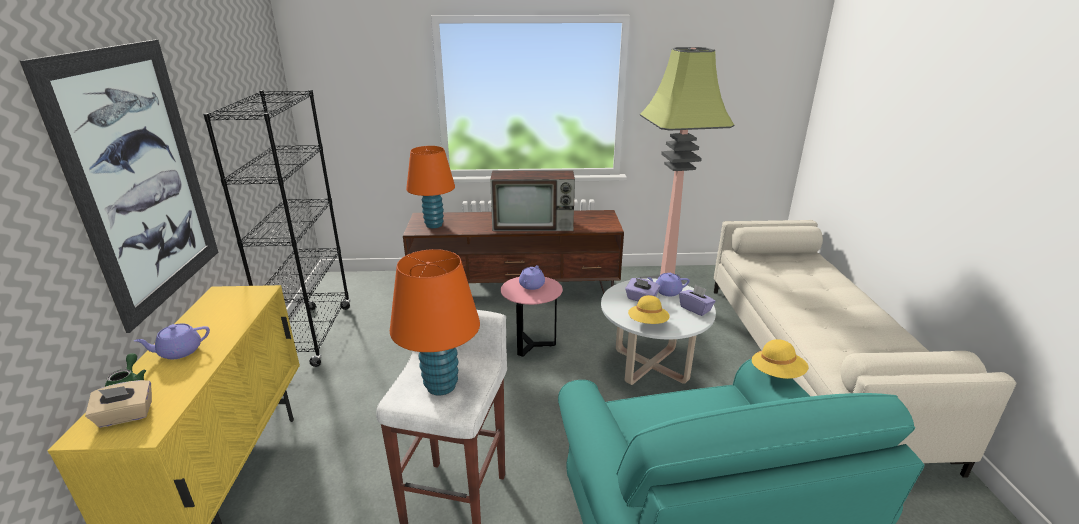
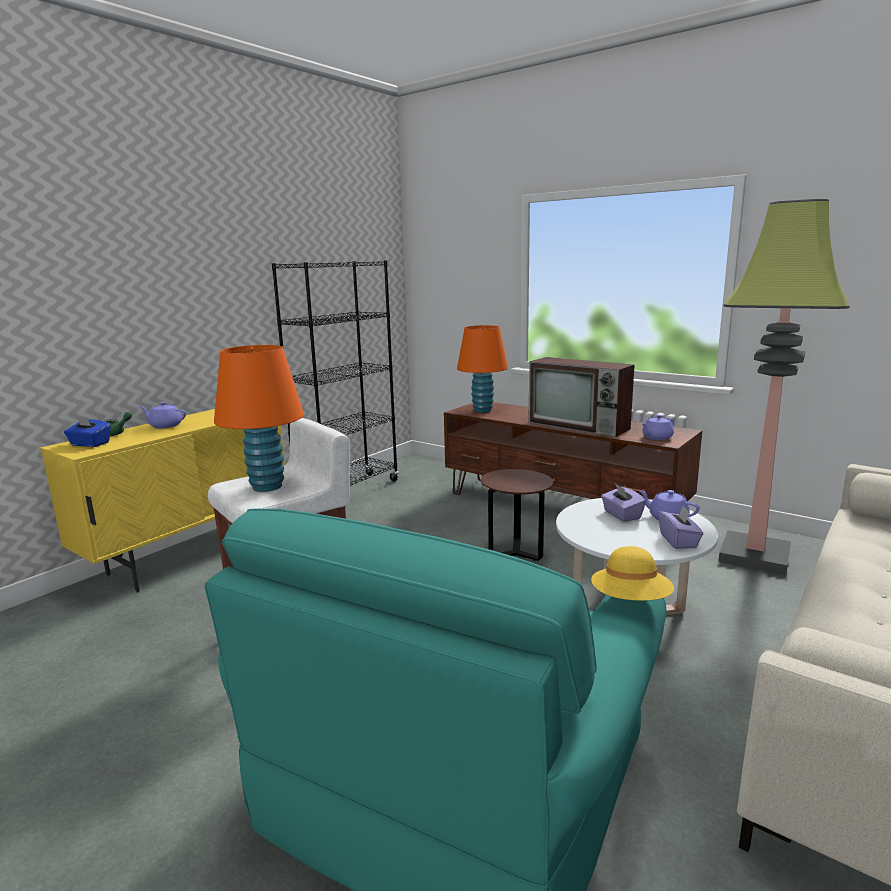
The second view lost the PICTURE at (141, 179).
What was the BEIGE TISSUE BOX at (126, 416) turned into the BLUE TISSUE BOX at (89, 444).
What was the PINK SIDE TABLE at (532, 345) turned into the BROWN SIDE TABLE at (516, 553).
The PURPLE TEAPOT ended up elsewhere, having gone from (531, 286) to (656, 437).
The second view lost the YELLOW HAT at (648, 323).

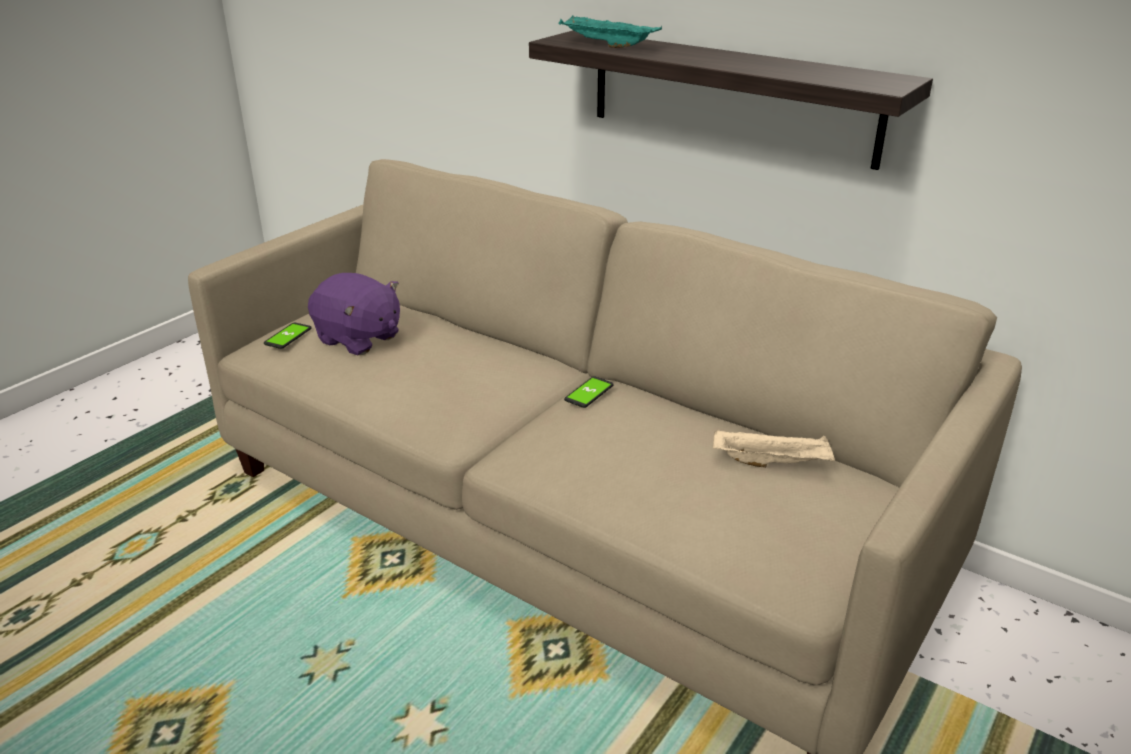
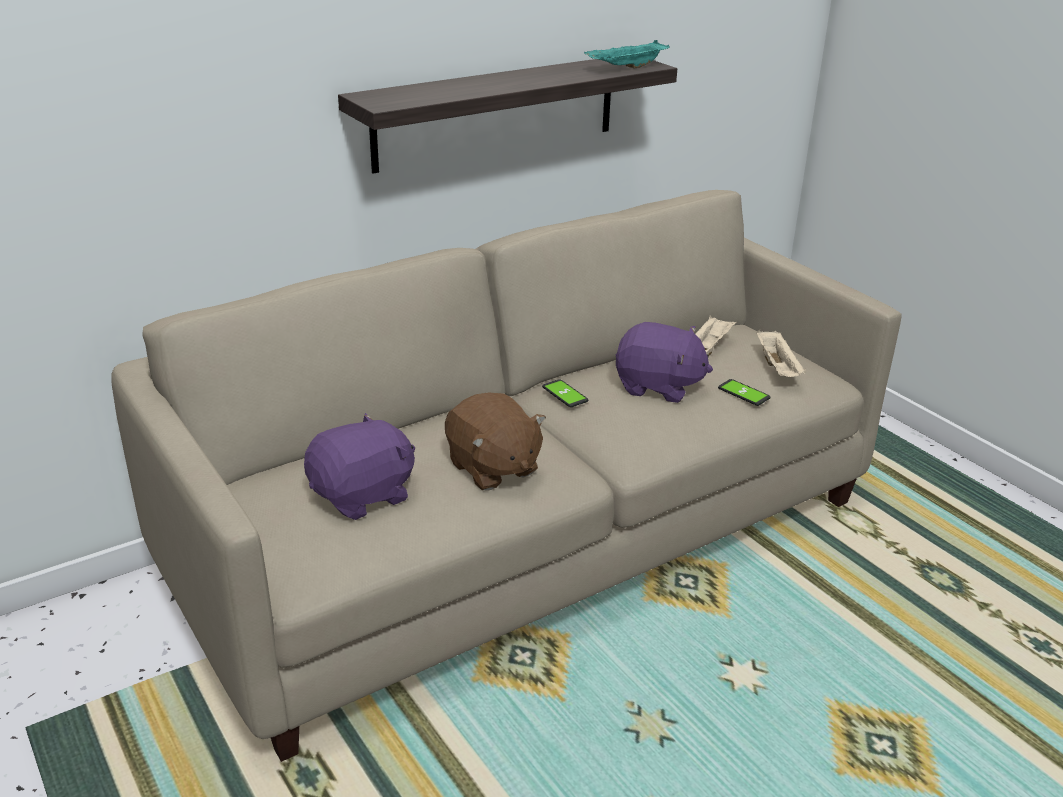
The PHONE ended up elsewhere, having gone from (288, 336) to (744, 393).
The TURQUOISE TRAY ended up elsewhere, having gone from (606, 45) to (626, 68).
The second view gained the BROWN PLUSH TOY at (492, 468).
The second view gained the PURPLE PLUSH TOY at (658, 387).
The second view gained the BEIGE TRAY at (778, 368).

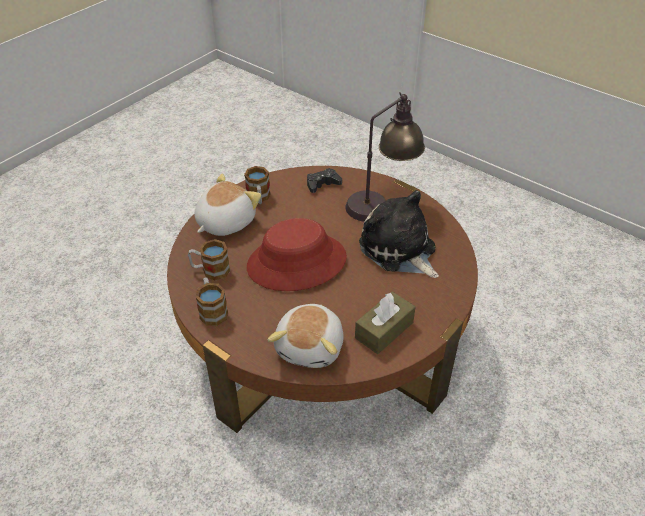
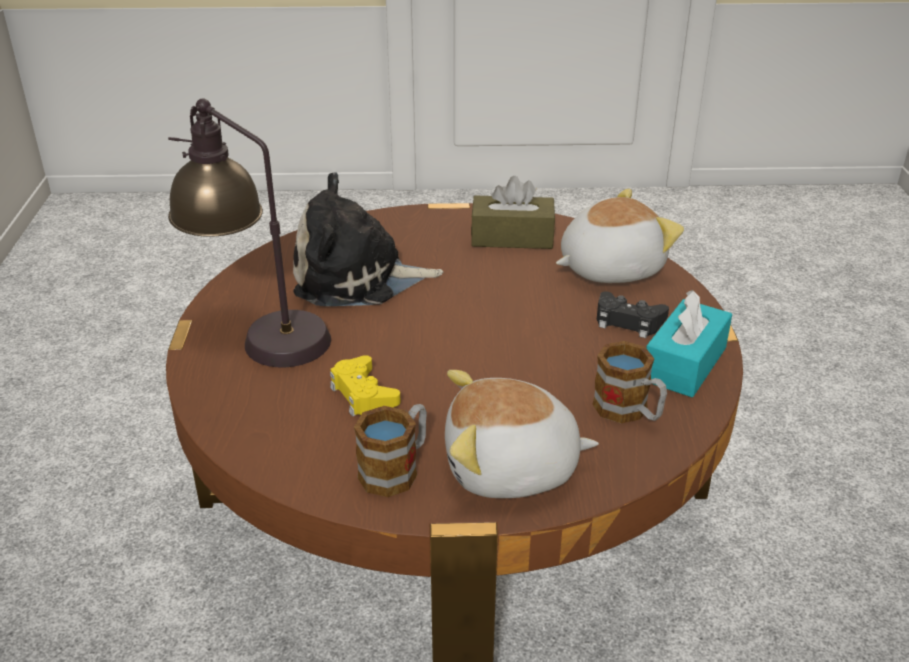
Where the MUG stood at (212, 310), the TURQUOISE TISSUE BOX came to stand at (684, 364).
The second view lost the RED HAT at (296, 263).
The BLACK GAME CONTROLLER ended up elsewhere, having gone from (322, 184) to (628, 321).
The PLUSH TOY at (399, 250) ended up facing another way, 75 degrees clockwise from before.
The second view gained the YELLOW GAME CONTROLLER at (363, 394).

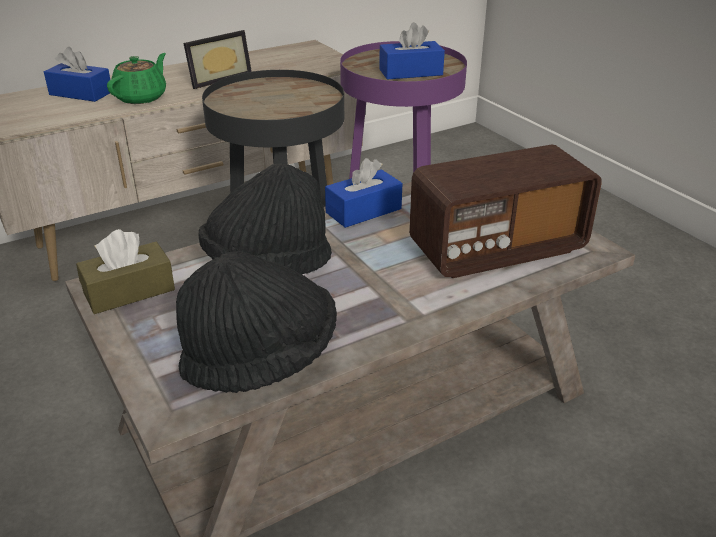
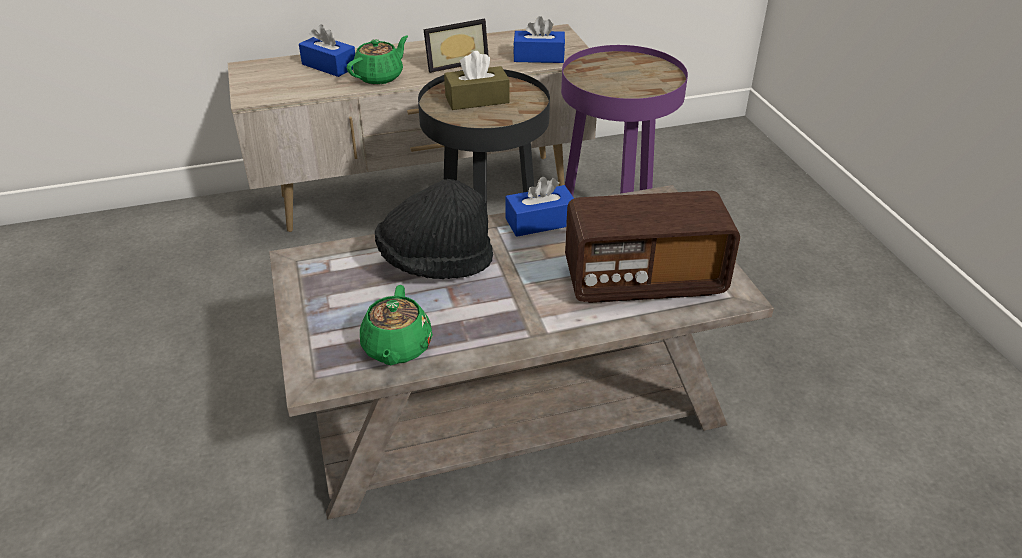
The BROWN TISSUE BOX ended up elsewhere, having gone from (129, 291) to (477, 99).
Where the BLACK HAT stood at (260, 359), the GREEN TEAPOT came to stand at (397, 348).
The BLUE TISSUE BOX ended up elsewhere, having gone from (410, 72) to (539, 57).

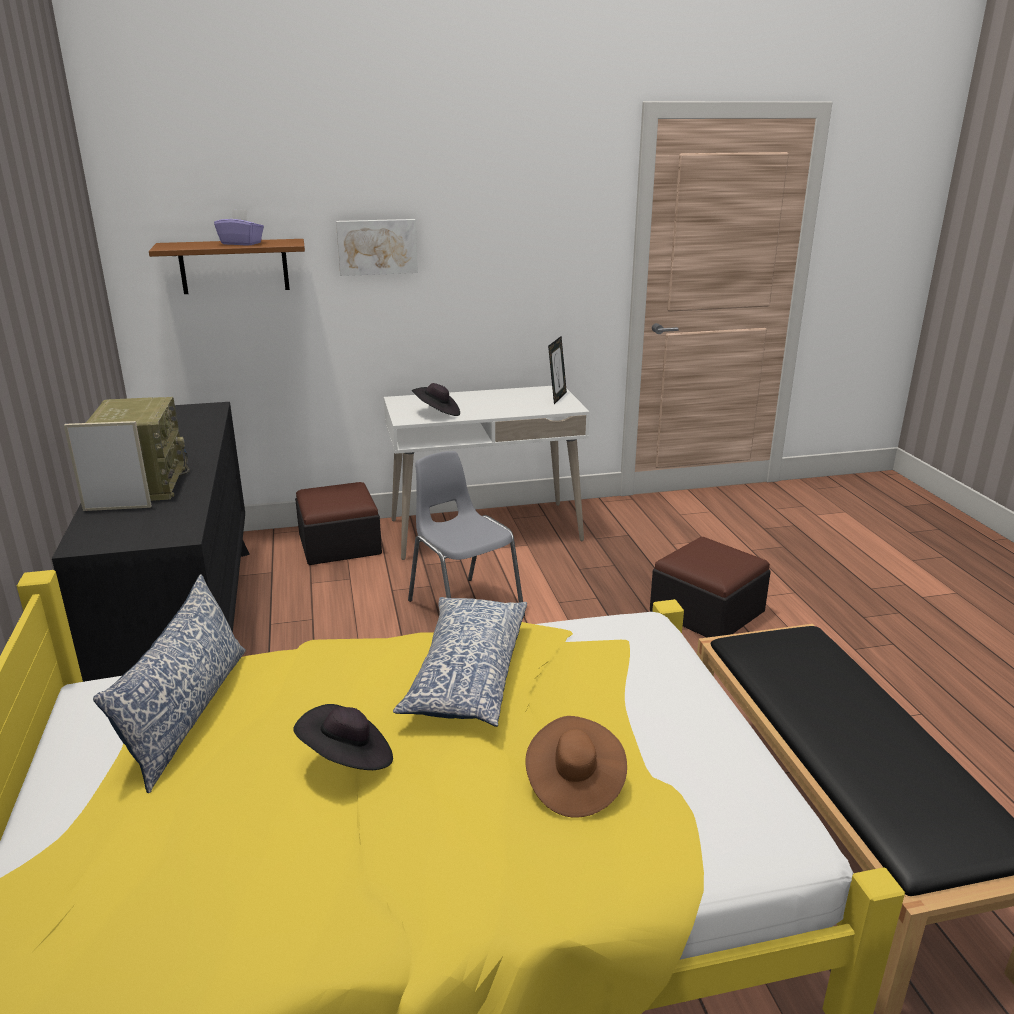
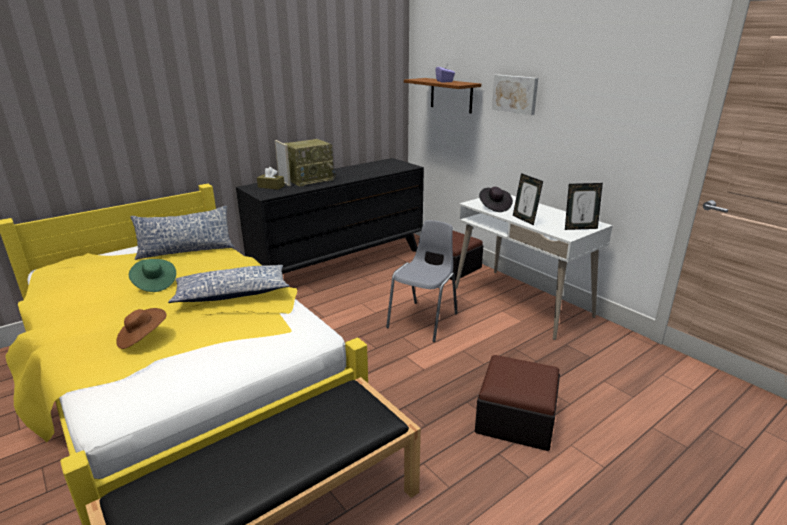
What was the BLACK HAT at (348, 758) turned into the GREEN HAT at (154, 284).
The second view gained the BROWN TISSUE BOX at (271, 186).
The second view gained the PICTURE FRAME at (525, 220).

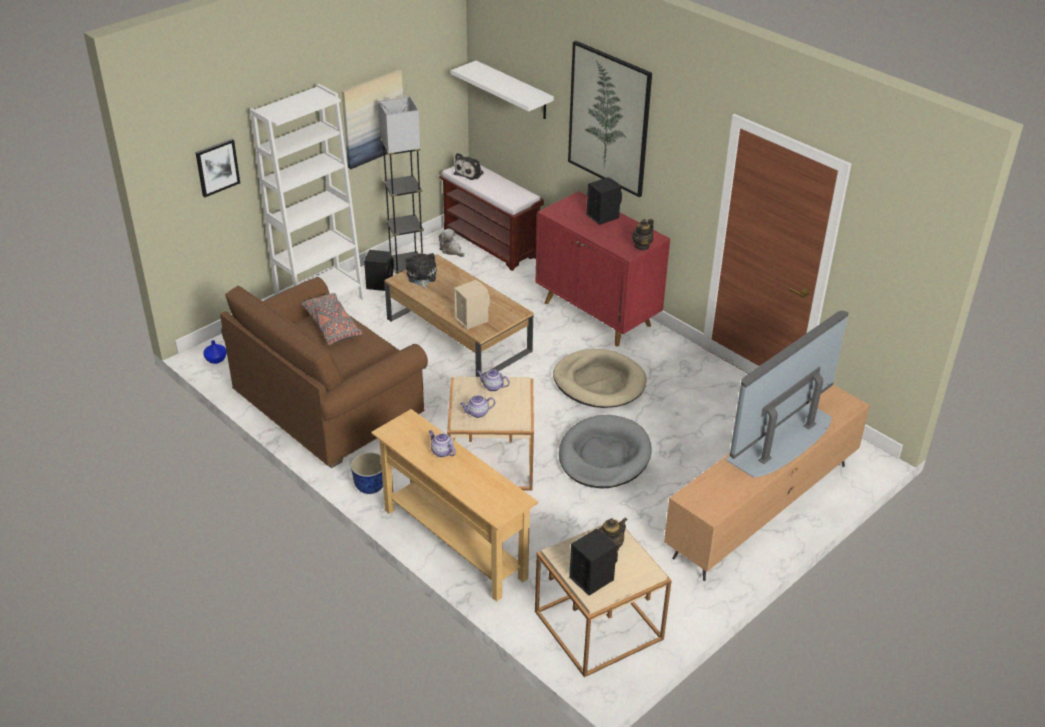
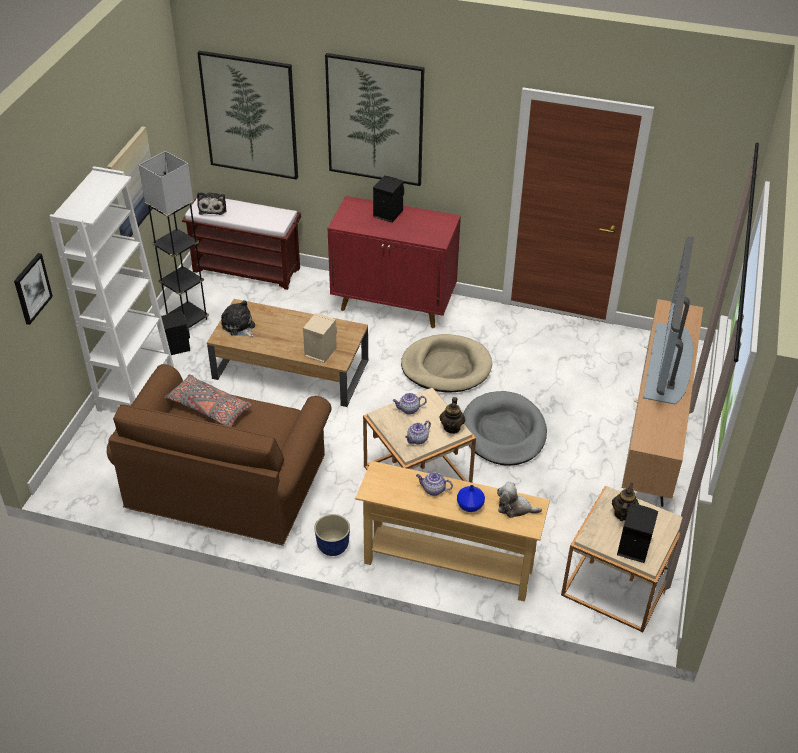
The BLUE VASE ended up elsewhere, having gone from (215, 360) to (469, 506).
The PLUSH TOY ended up elsewhere, having gone from (451, 250) to (515, 508).
Where the WHITE SHELF hung at (513, 90), the PICTURE came to hang at (250, 115).
The TEAPOT ended up elsewhere, having gone from (642, 246) to (452, 427).

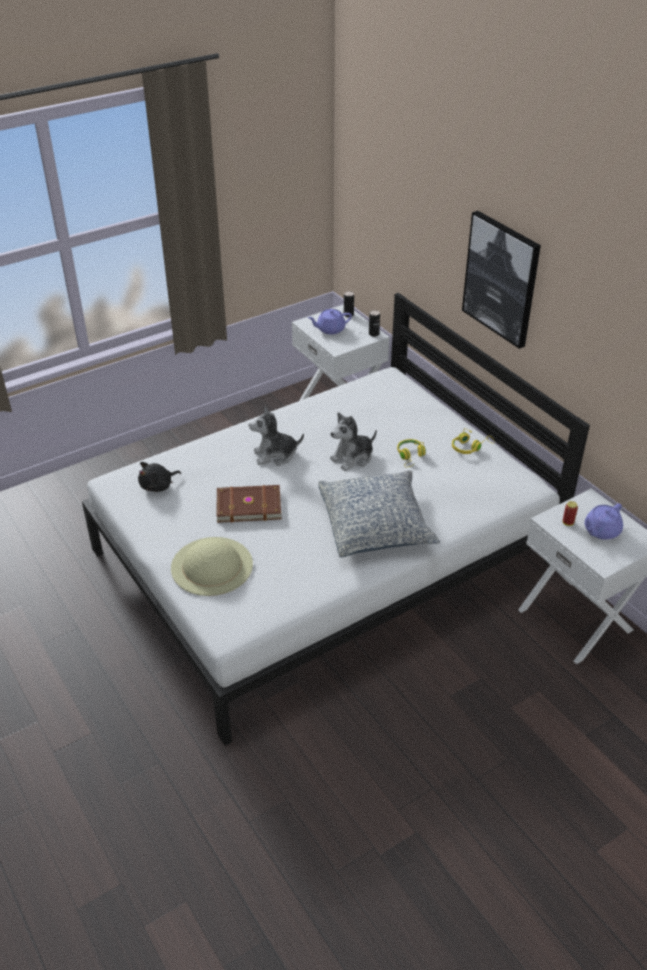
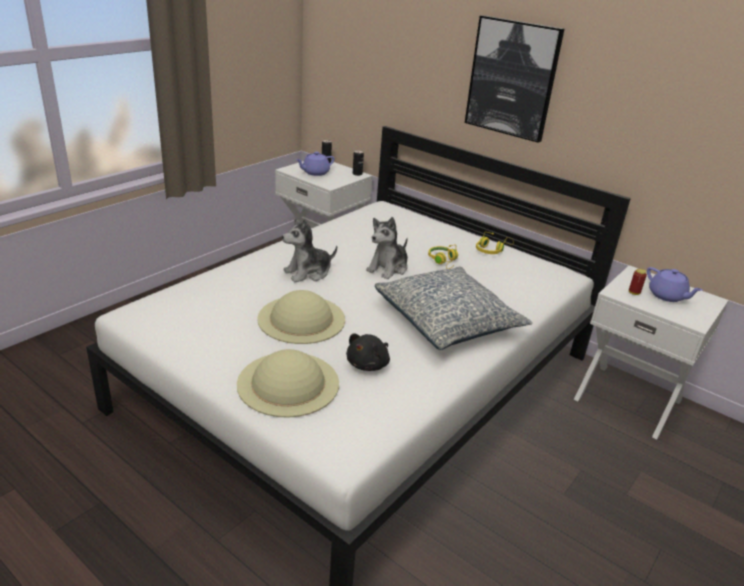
The BLACK PLUSH TOY ended up elsewhere, having gone from (158, 486) to (369, 364).
Where the BROWN BOOK stood at (248, 505), the BEIGE HAT came to stand at (301, 319).
The PURPLE TEAPOT at (601, 531) ended up facing another way, 60 degrees counterclockwise from before.

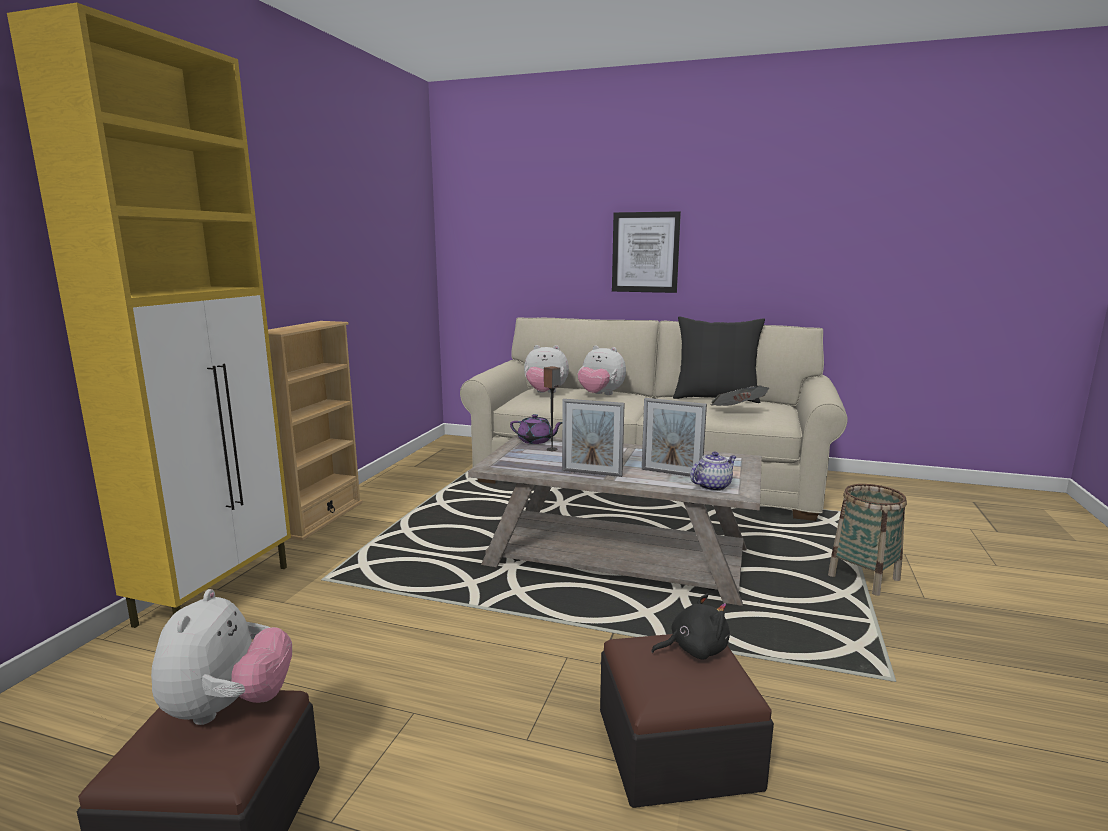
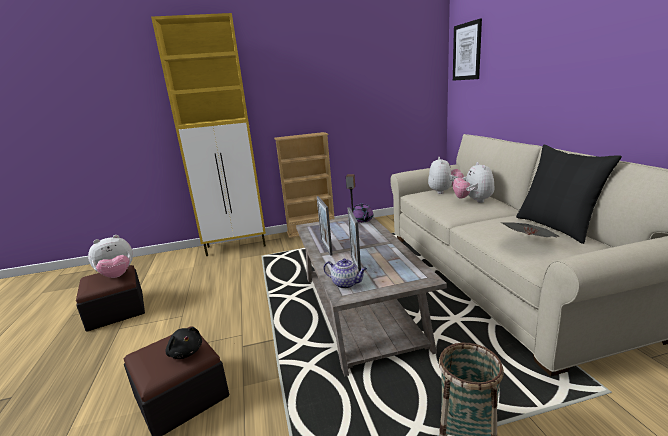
The PLUSH TOY at (545, 393) ended up facing another way, 150 degrees counterclockwise from before.
The PICTURE ended up elsewhere, having gone from (645, 252) to (467, 51).

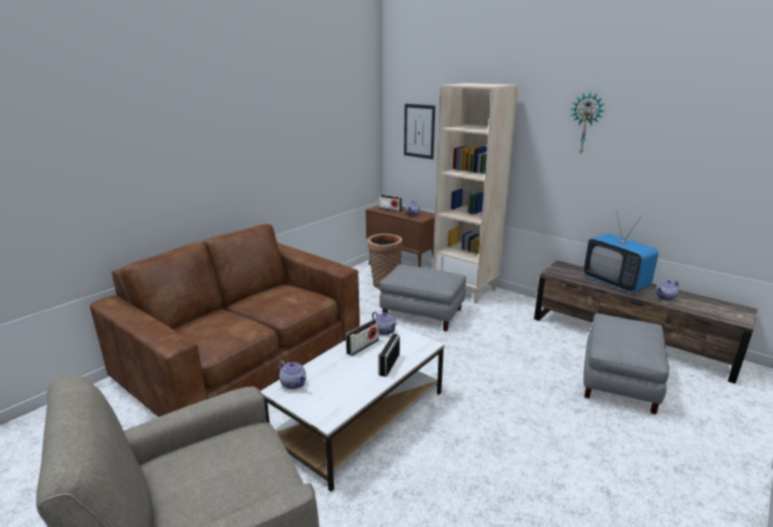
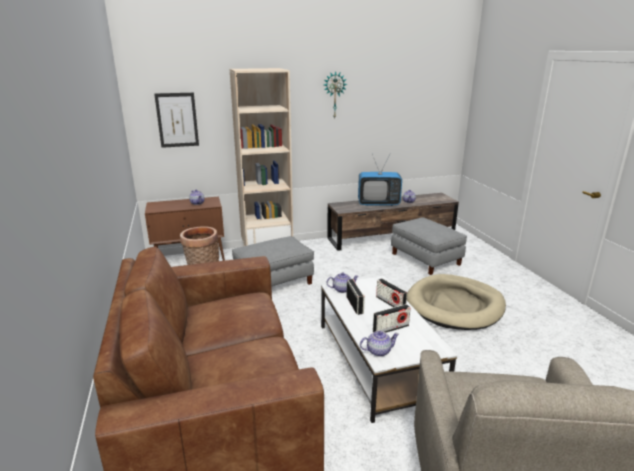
The RADIO ended up elsewhere, having gone from (390, 210) to (390, 328).
The second view gained the BEIGE DOG BED at (455, 305).

